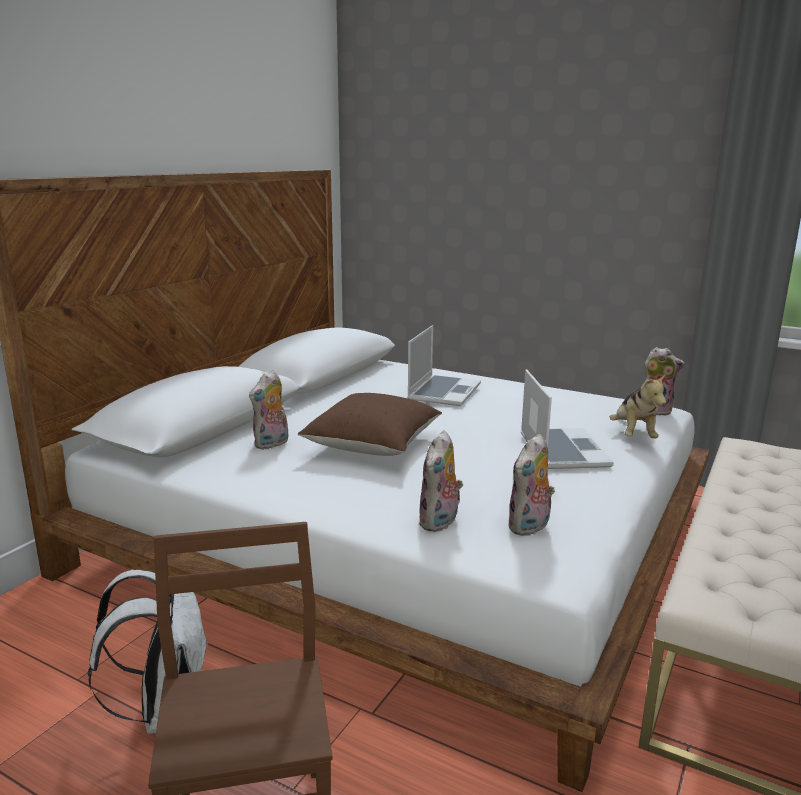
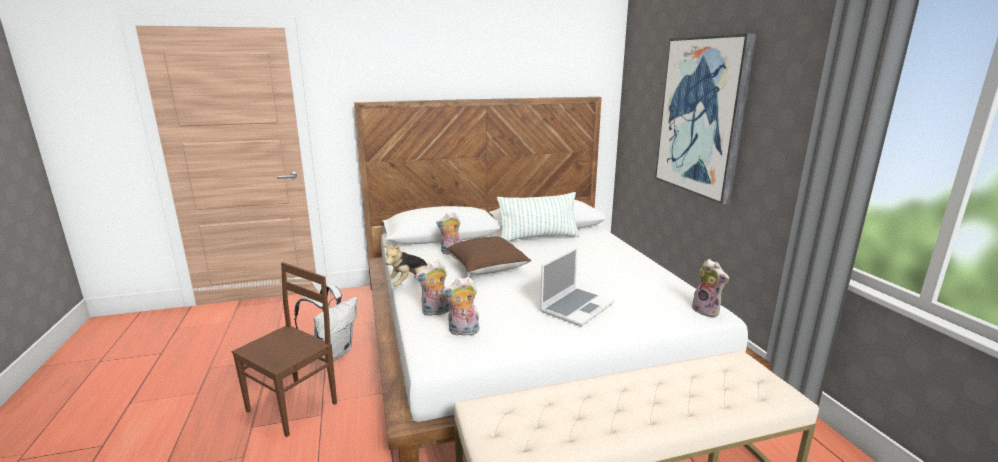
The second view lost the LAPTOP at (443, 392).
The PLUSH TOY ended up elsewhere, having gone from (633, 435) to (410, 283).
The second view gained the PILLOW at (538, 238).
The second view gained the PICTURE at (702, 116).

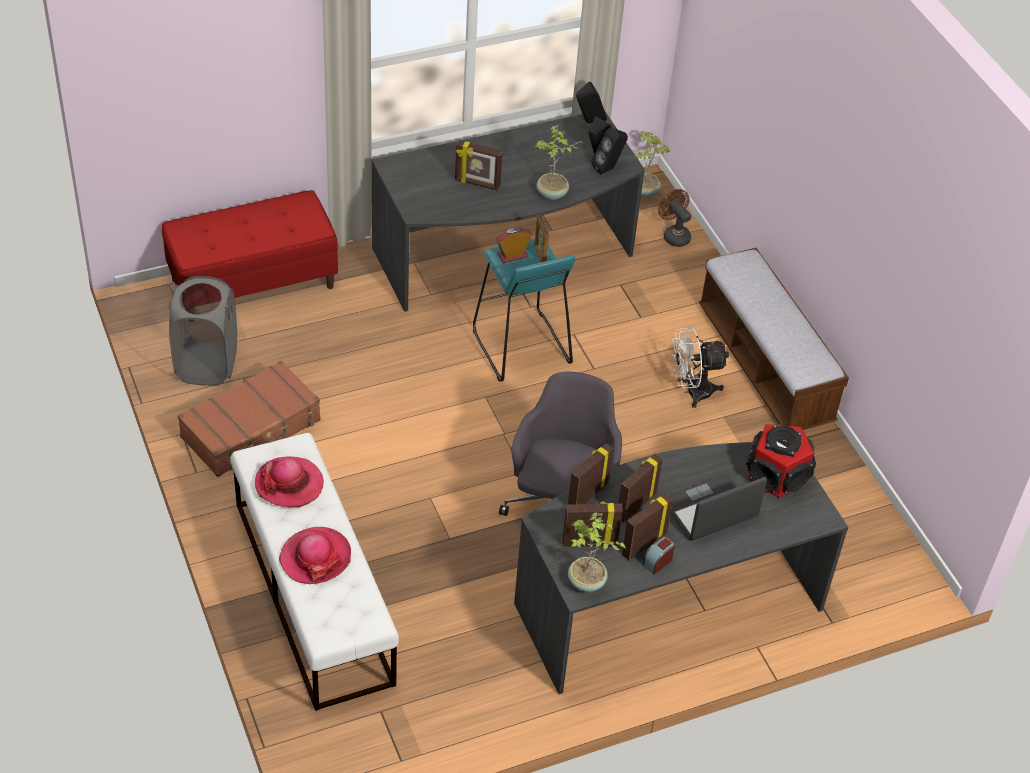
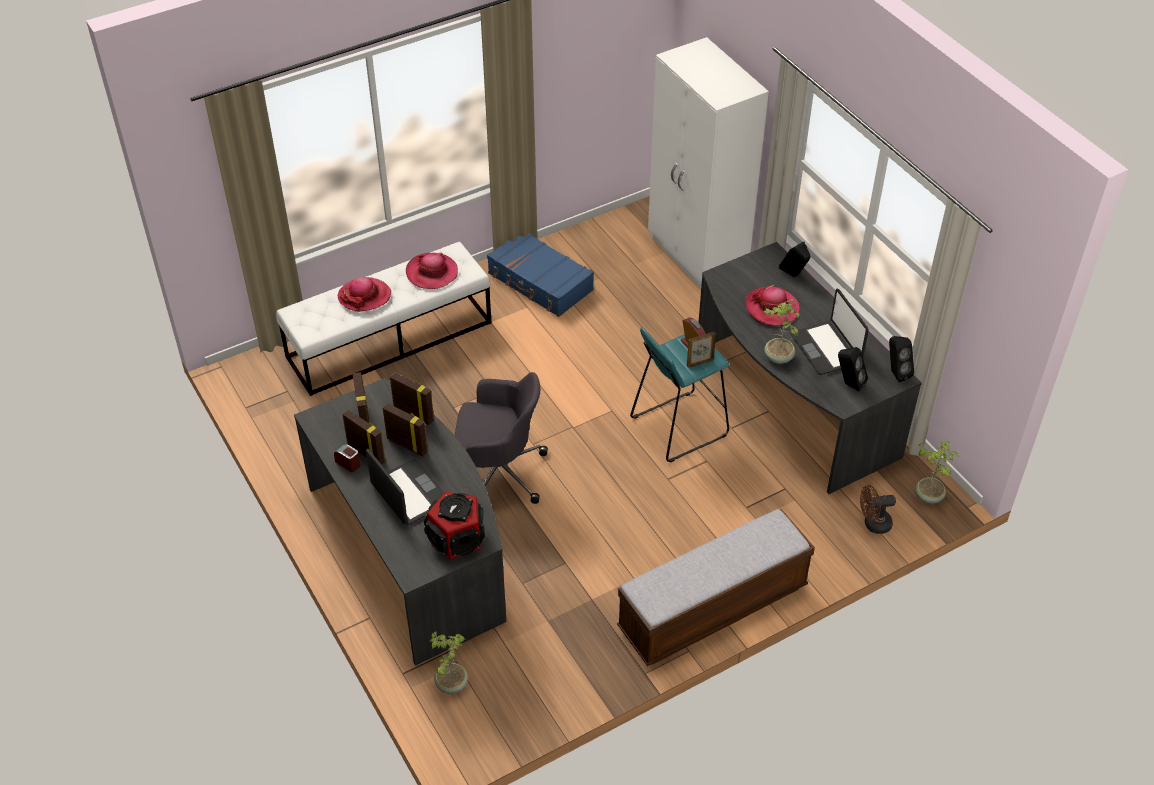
Where the RED BENCH stood at (253, 283), the WHITE WARDROBE came to stand at (697, 257).
The second view lost the GREY LAUNDRY BASKET at (207, 364).
What was the BROWN SUITCASE at (251, 429) turned into the BLUE SUITCASE at (540, 282).
Where the PICTURE FRAME stood at (477, 183), the HAT came to stand at (772, 308).
The POTTED PLANT ended up elsewhere, having gone from (586, 583) to (450, 684).
The BLACK SPEAKER ended up elsewhere, having gone from (608, 169) to (794, 275).
The BROWN FAN at (674, 235) ended up facing another way, 150 degrees counterclockwise from before.
The second view lost the WHITE FAN at (692, 392).
The second view gained the LAPTOP at (826, 348).

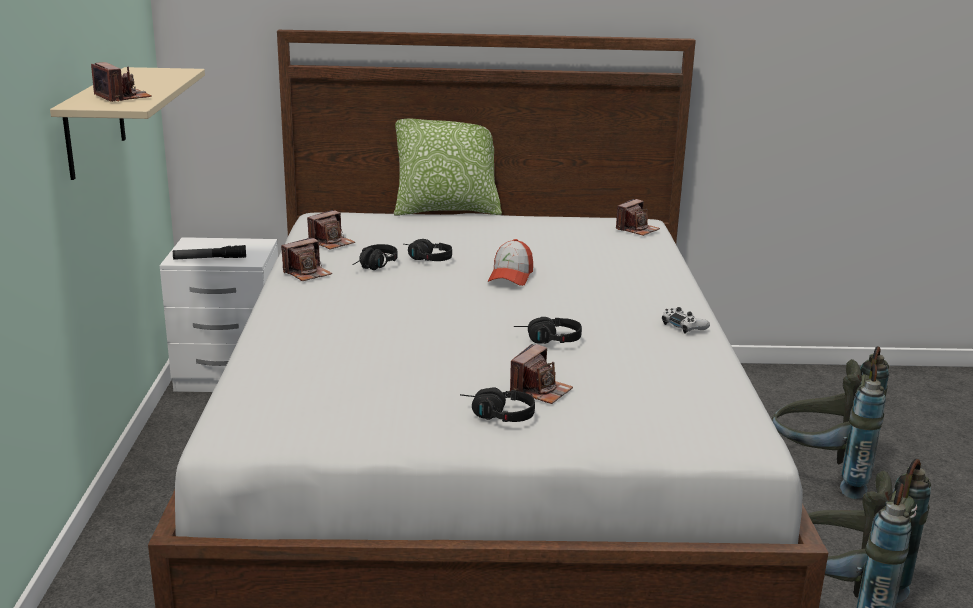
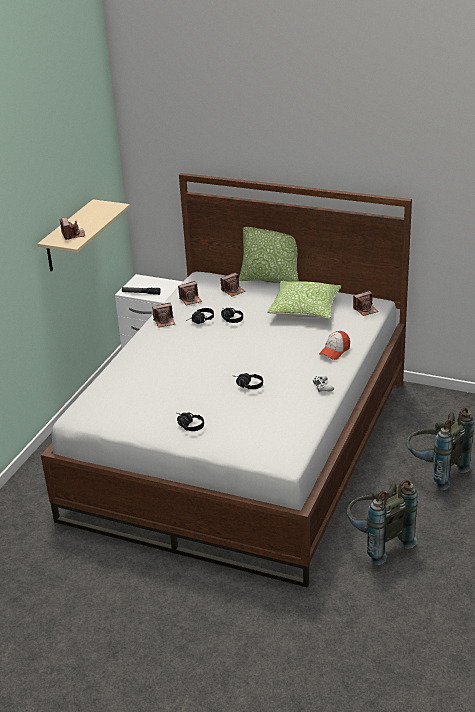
The CAP ended up elsewhere, having gone from (511, 276) to (334, 351).
The PHOTO CAMERA ended up elsewhere, having gone from (540, 390) to (233, 291).
The second view gained the PILLOW at (304, 309).

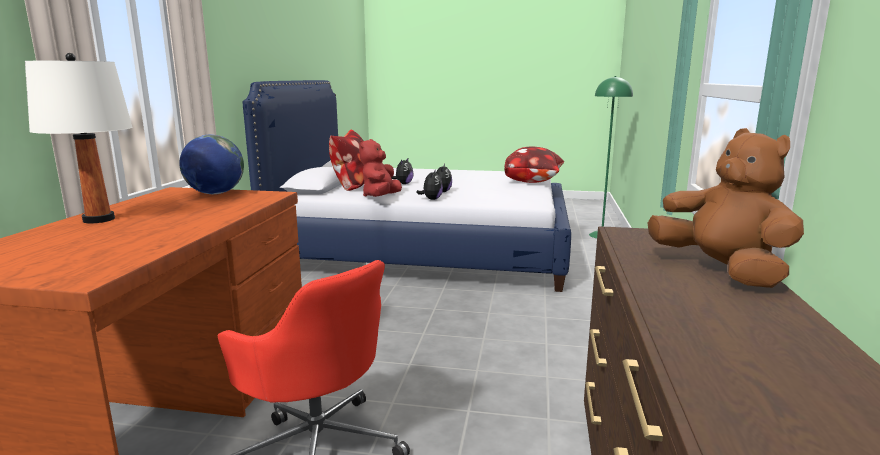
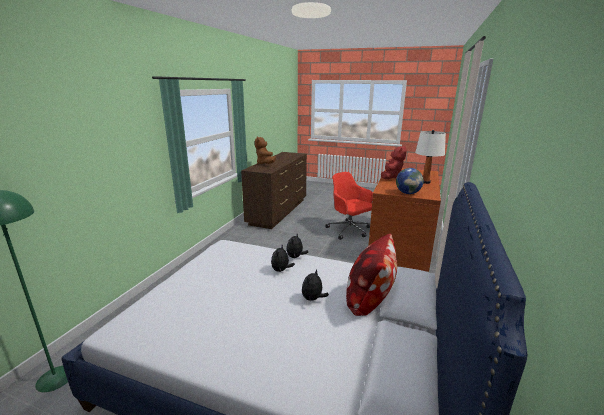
The RED PLUSH TOY ended up elsewhere, having gone from (381, 197) to (391, 177).
The second view lost the PILLOW at (534, 181).

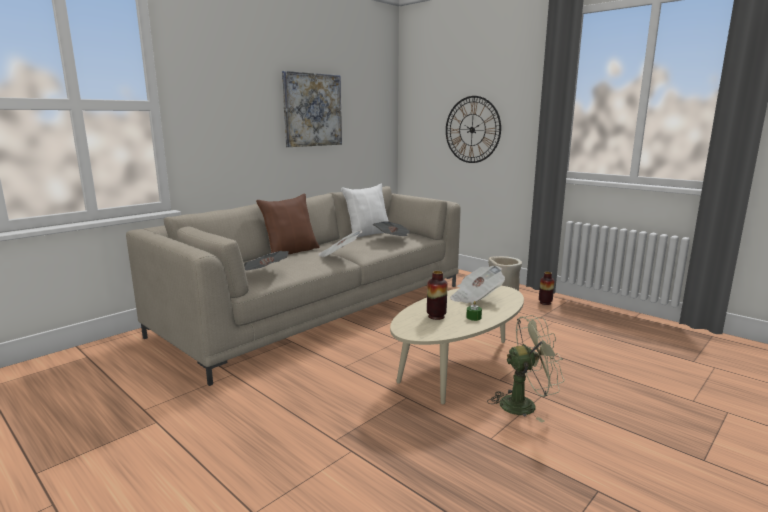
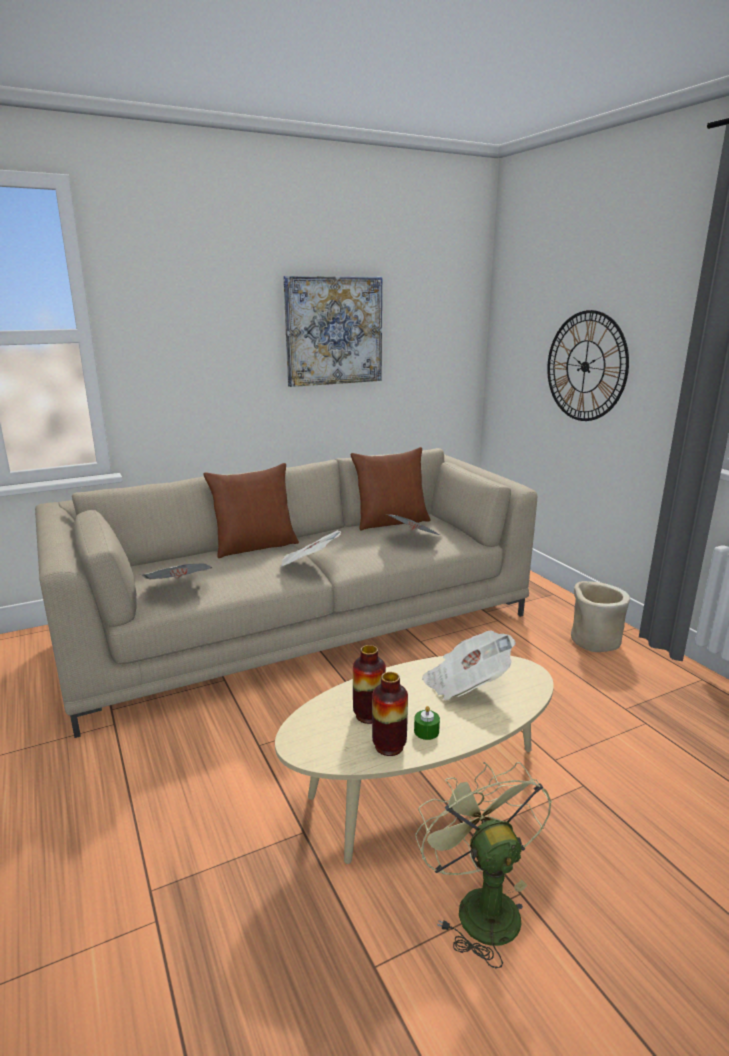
What was the WHITE PILLOW at (368, 233) turned into the BROWN PILLOW at (391, 522).
The GREEN FAN at (525, 404) ended up facing another way, 120 degrees counterclockwise from before.
The VASE ended up elsewhere, having gone from (545, 303) to (389, 746).

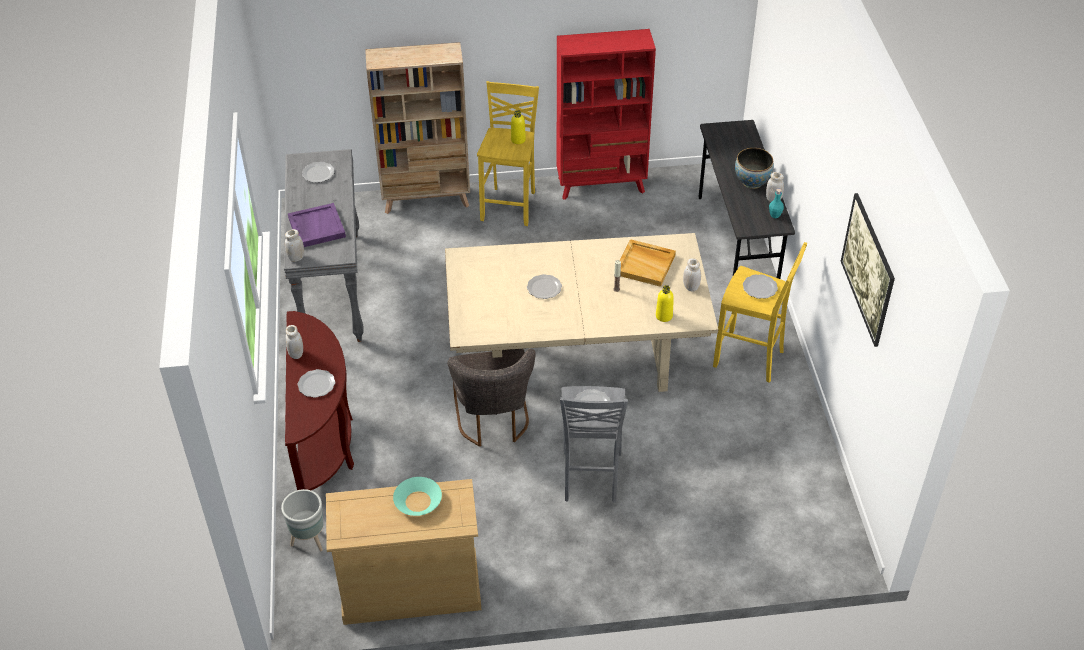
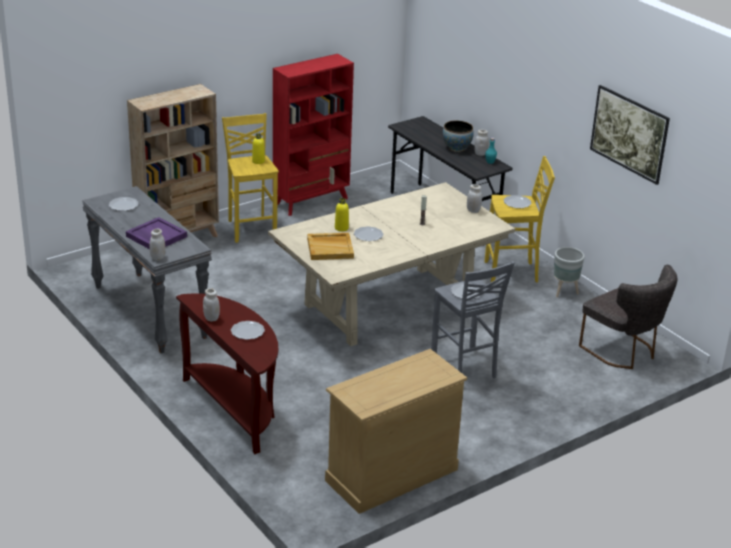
The GREY PLANTER ended up elsewhere, having gone from (309, 541) to (564, 292).
The second view lost the TURQUOISE BOWL at (418, 501).
The GREY CHAIR ended up elsewhere, having gone from (493, 421) to (623, 352).
The BEIGE TRAY ended up elsewhere, having gone from (645, 264) to (330, 248).
The YELLOW BOTTLE ended up elsewhere, having gone from (664, 316) to (341, 228).

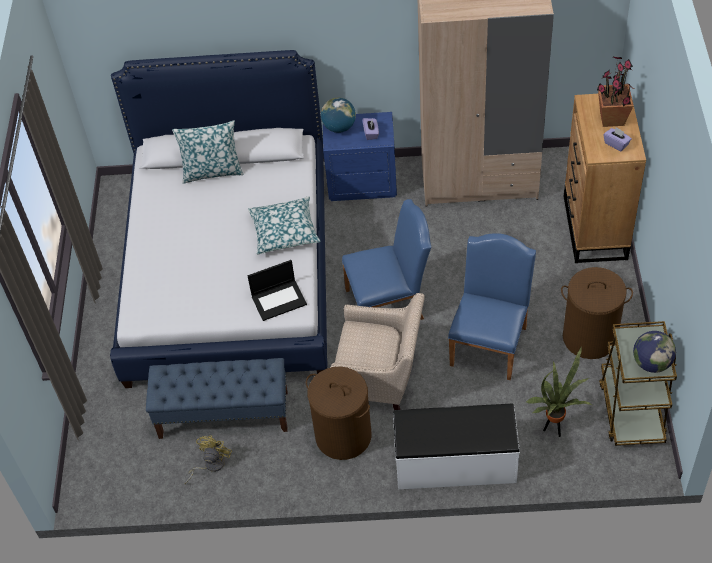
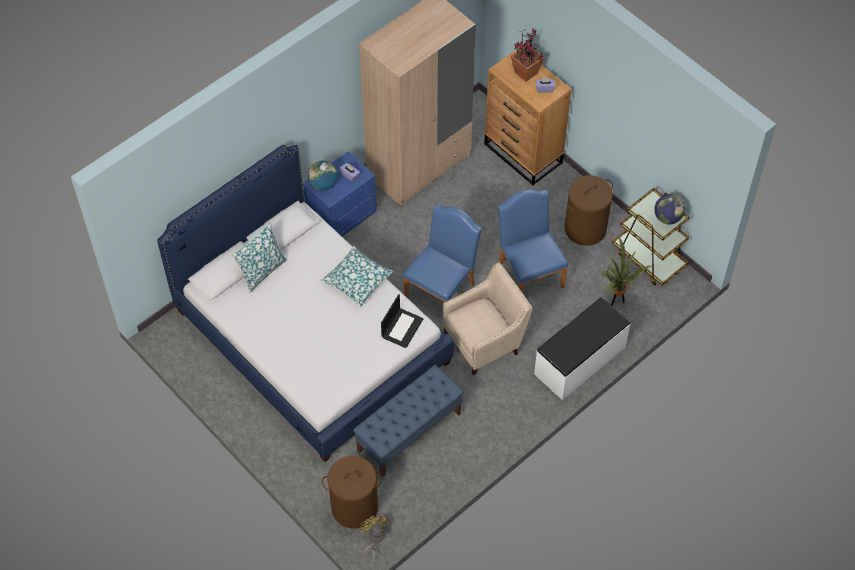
The YELLOW FAN ended up elsewhere, having gone from (210, 465) to (374, 539).
The BROWN LAUNDRY BASKET ended up elsewhere, having gone from (343, 436) to (354, 507).

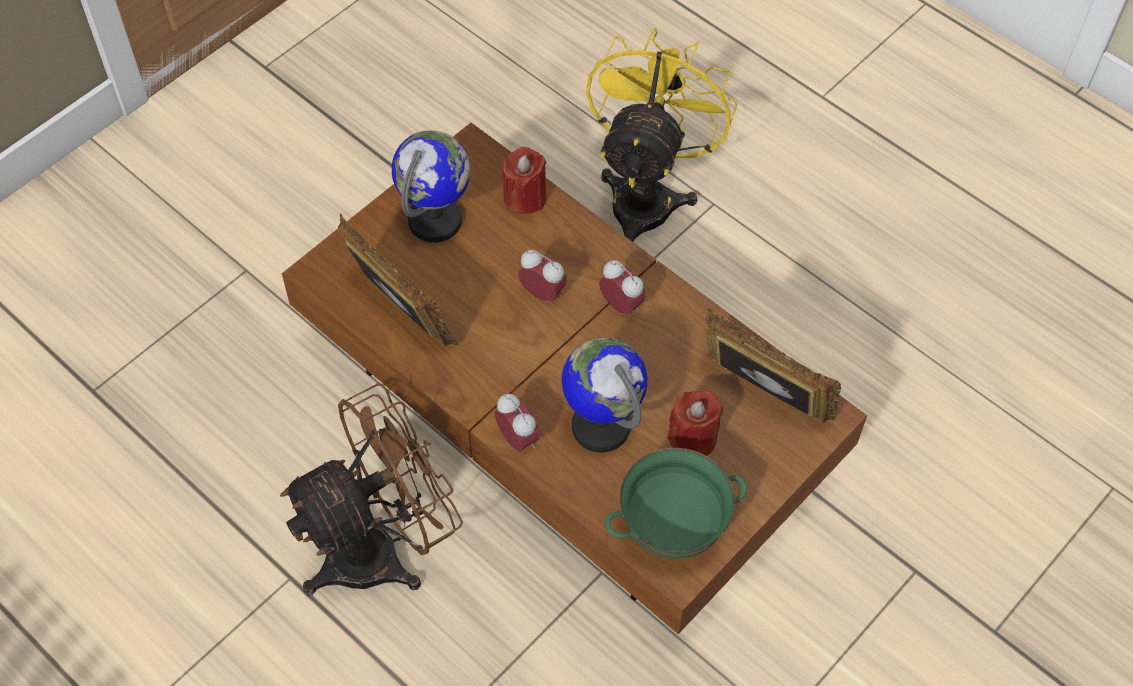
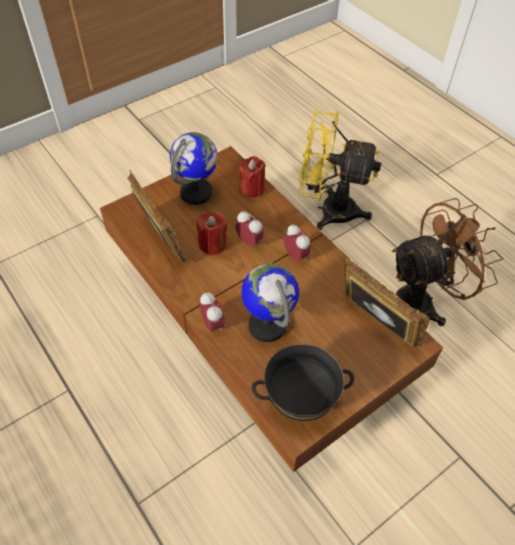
The BROWN FAN ended up elsewhere, having gone from (381, 549) to (421, 302).
The YELLOW FAN at (646, 195) ended up facing another way, 105 degrees counterclockwise from before.
What was the GREEN BOWL at (672, 528) turned into the BLACK BOWL at (300, 399).
The RED CANDLE ended up elsewhere, having gone from (693, 438) to (212, 244).

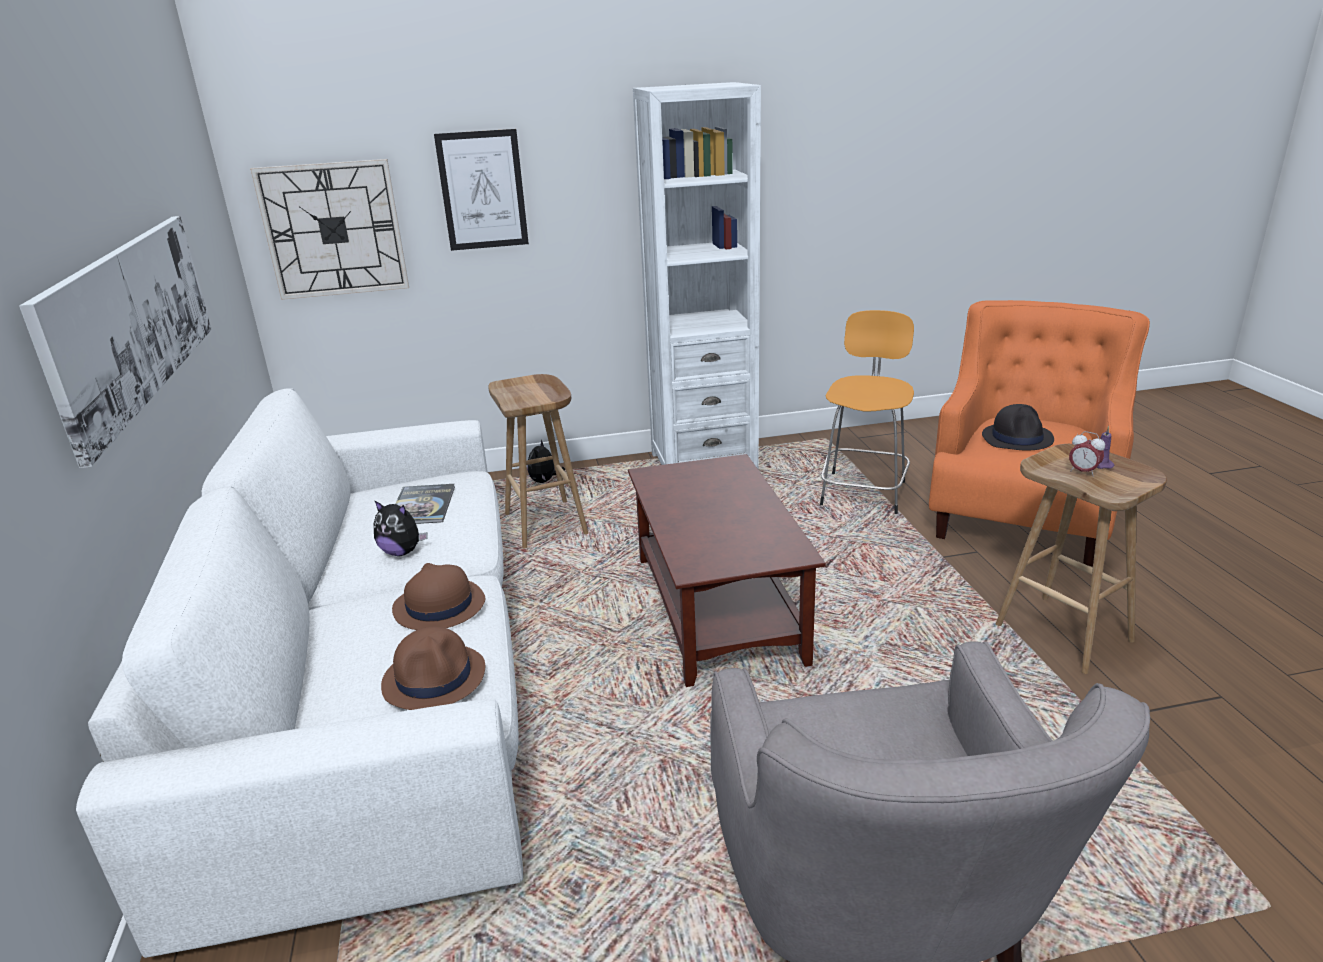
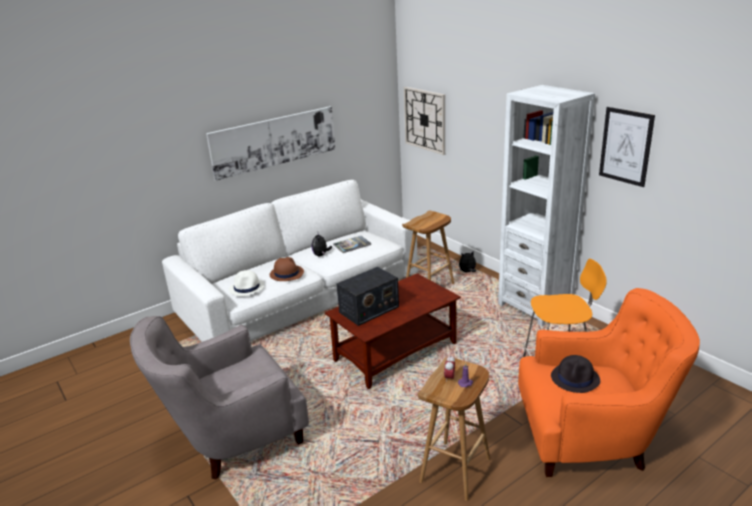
What was the BROWN HAT at (435, 677) turned into the WHITE HAT at (247, 288).
The PICTURE ended up elsewhere, having gone from (482, 190) to (625, 146).
The second view gained the RADIO at (368, 310).

